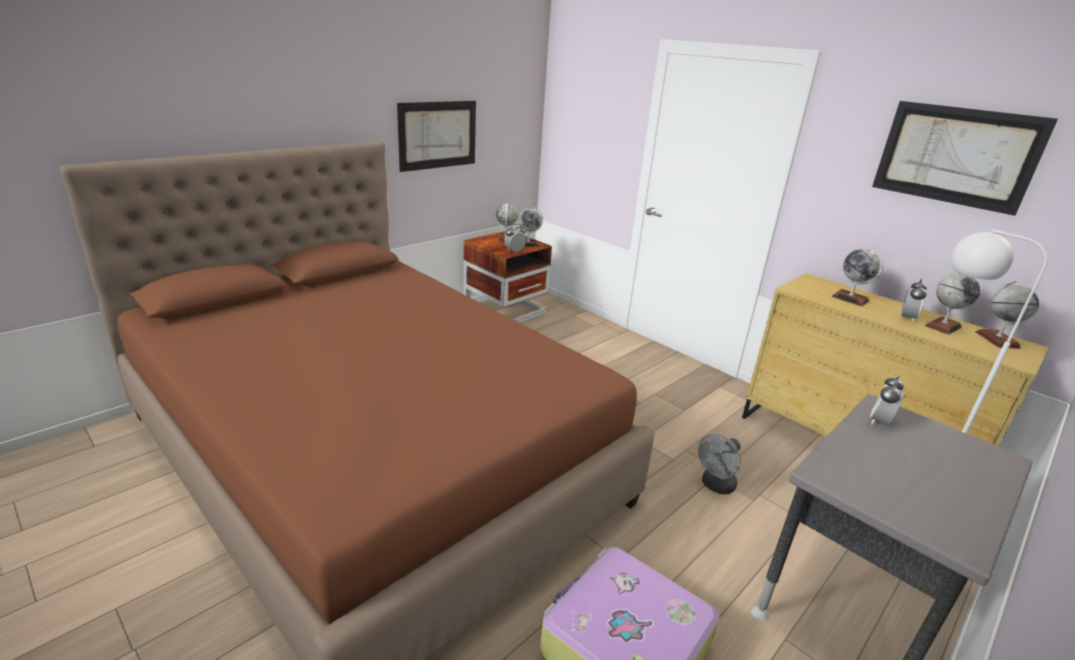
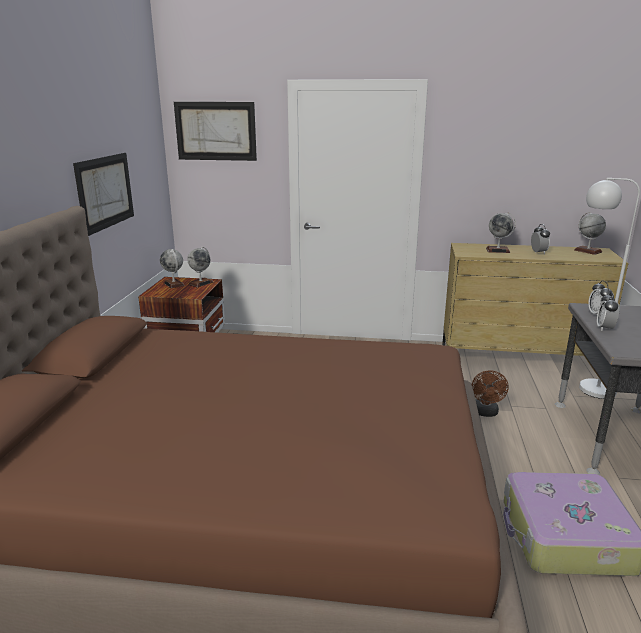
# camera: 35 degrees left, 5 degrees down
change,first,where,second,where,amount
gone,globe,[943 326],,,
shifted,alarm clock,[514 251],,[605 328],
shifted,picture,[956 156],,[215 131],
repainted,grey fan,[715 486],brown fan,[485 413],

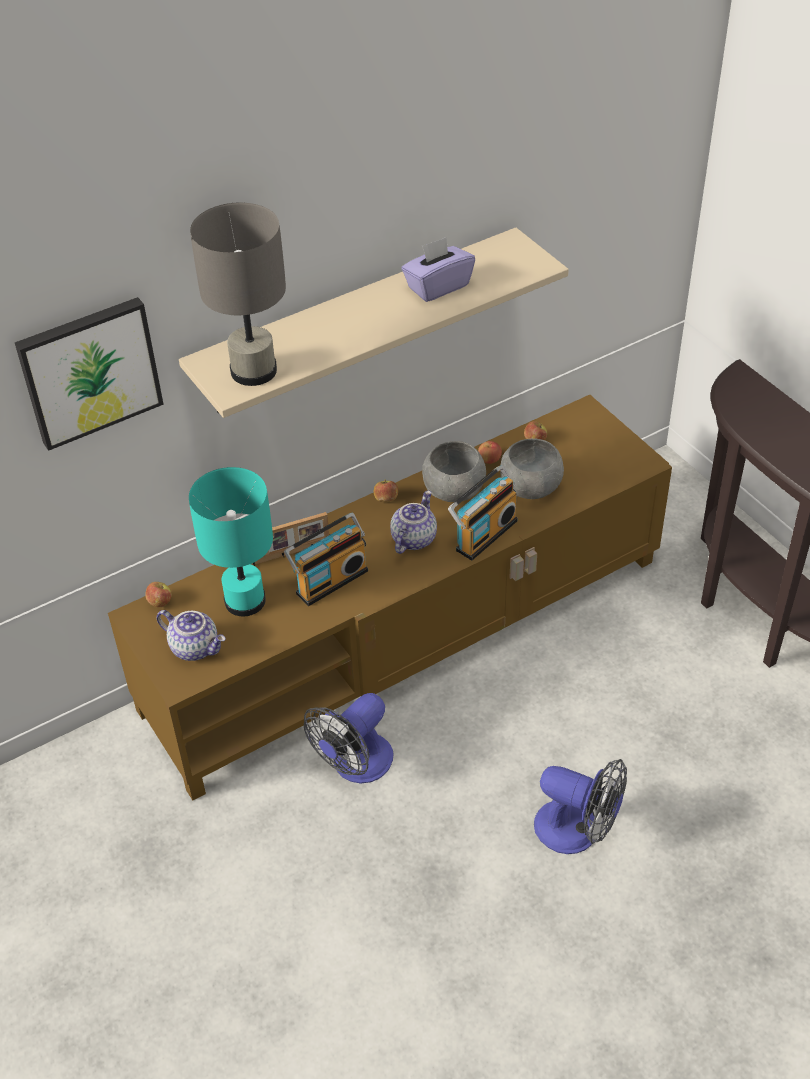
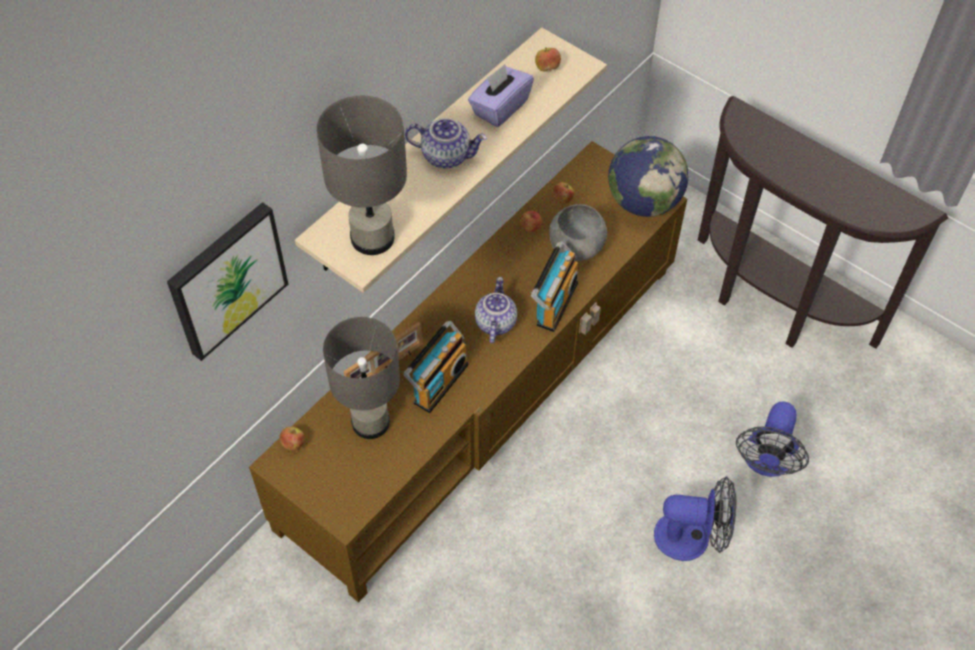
# camera: 20 degrees left, 10 degrees up
change,first,where,second,where,amount
gone,grey bowl,[453 490],,,
new,,,globe,[643 202],
shifted,teapot,[196 647],,[447 155],
shifted,fan,[355 766],,[766 462],
shifted,apple,[386 499],,[547 68],
repainted,turquoise table lamp,[245 600],grey table lamp,[370 421],

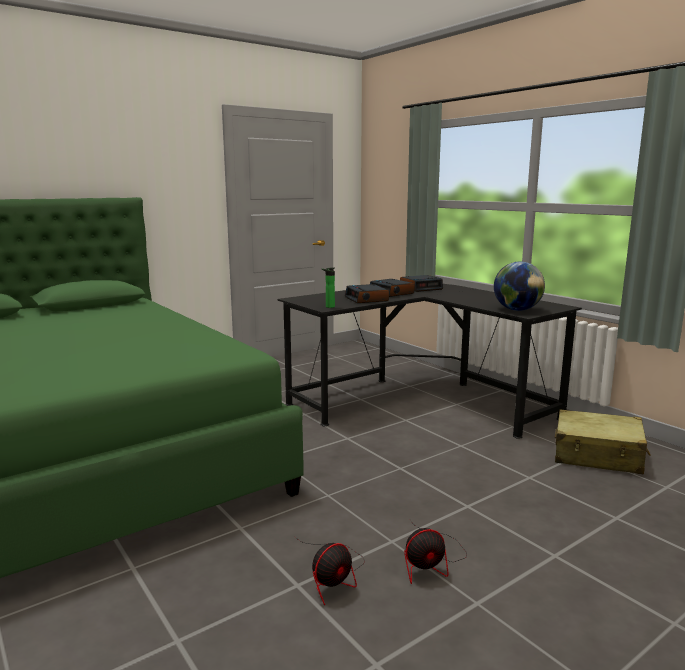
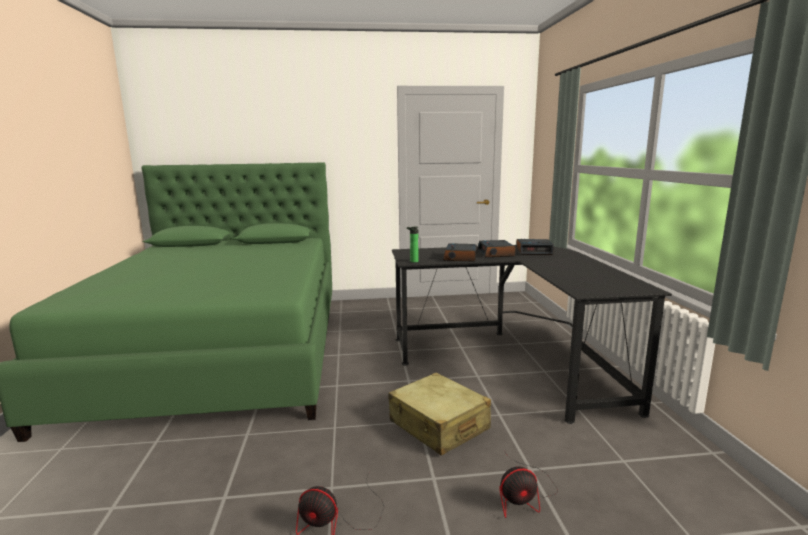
# camera: 30 degrees right, 0 degrees up
change,first,where,second,where,amount
gone,globe,[517 310],,,
shifted,fan,[333 576],,[524 495],
shifted,beige suitcase,[597 455],,[438 425],

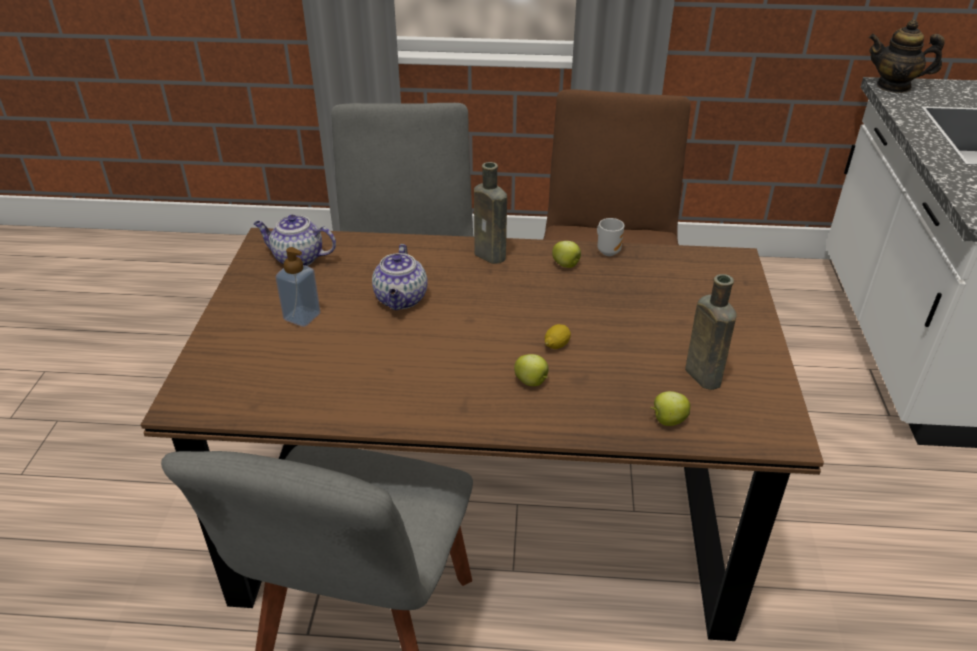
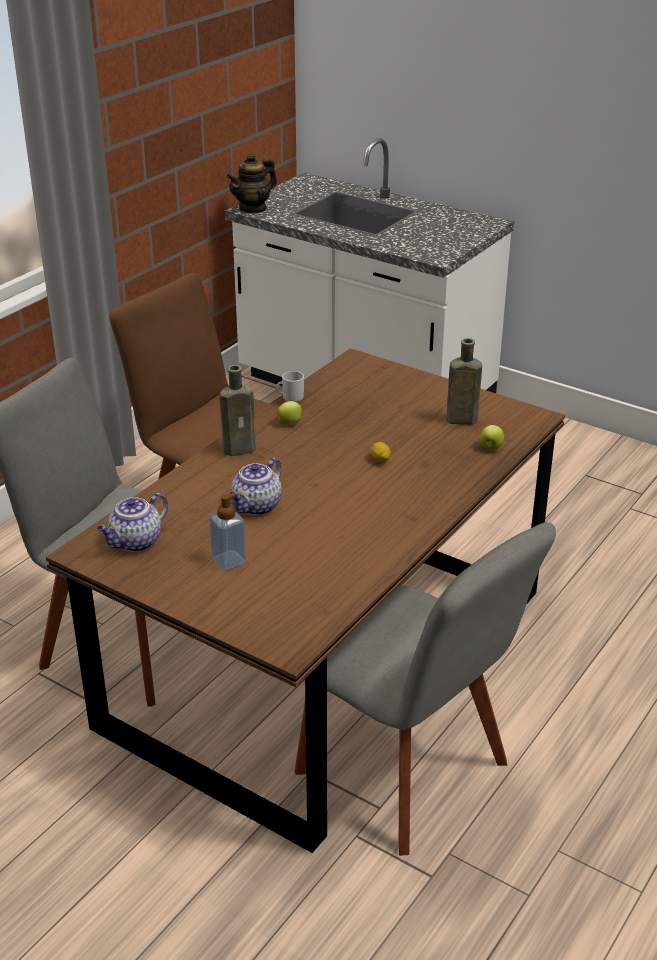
# camera: 60 degrees left, 5 degrees down
change,first,where,second,where,amount
gone,apple,[532 382],,,
rotated,teapot,[401 300],,[256 507],90 degrees clockwise

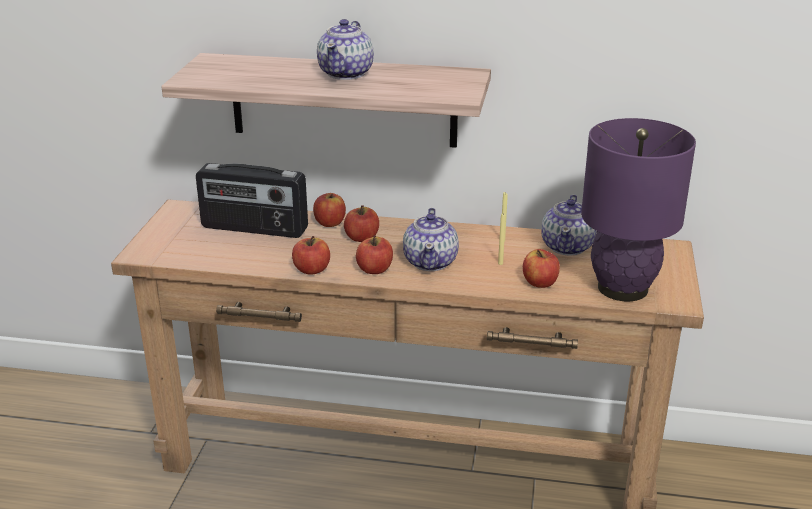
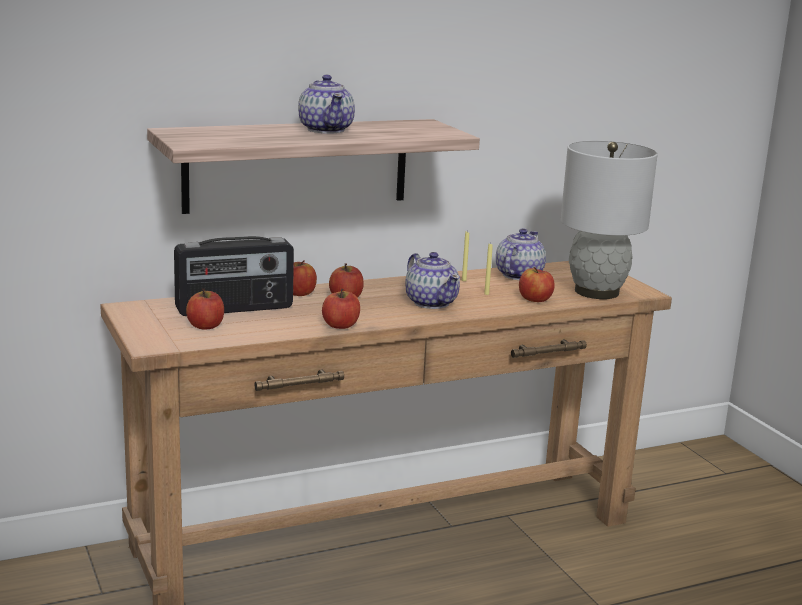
# camera: 35 degrees left, 10 degrees down
change,first,where,second,where,amount
shifted,apple,[375 269],,[205 326],
repainted,purple table lamp,[622 288],white table lamp,[596 292],
rotated,teapot,[567 246],,[518 275],135 degrees counterclockwise

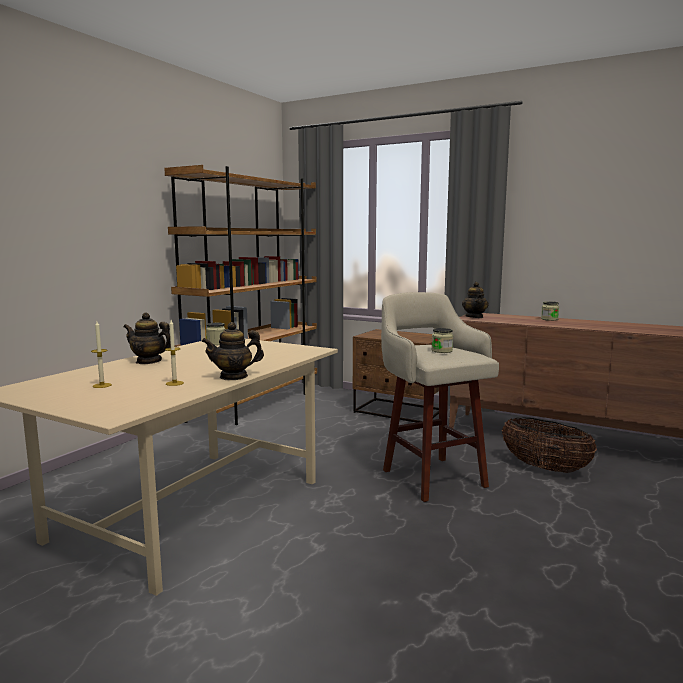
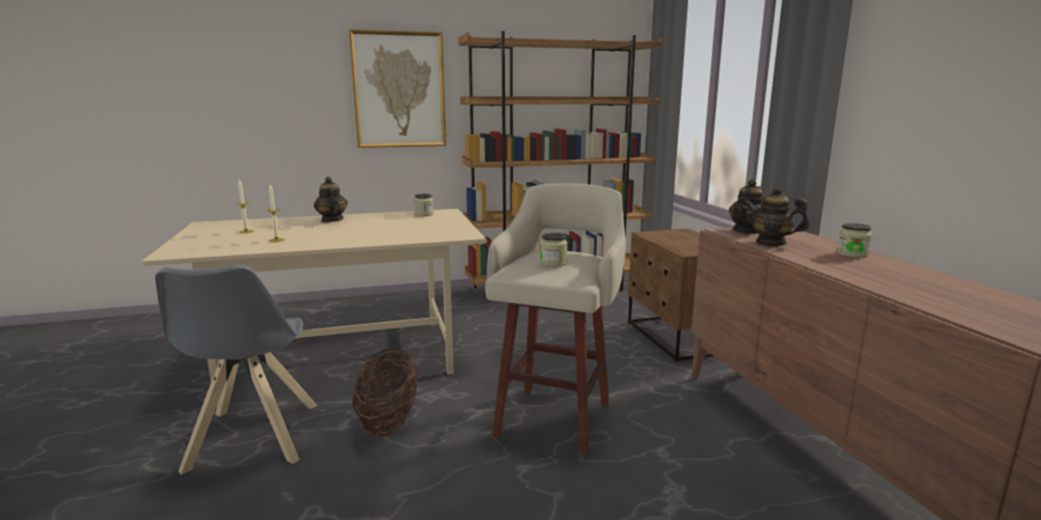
# camera: 45 degrees right, 5 degrees up
change,first,where,second,where,amount
new,,,grey chair,[252 439],
new,,,picture,[399 90],
shifted,teapot,[234 377],,[771 243],
shifted,basket,[545 468],,[389 421],

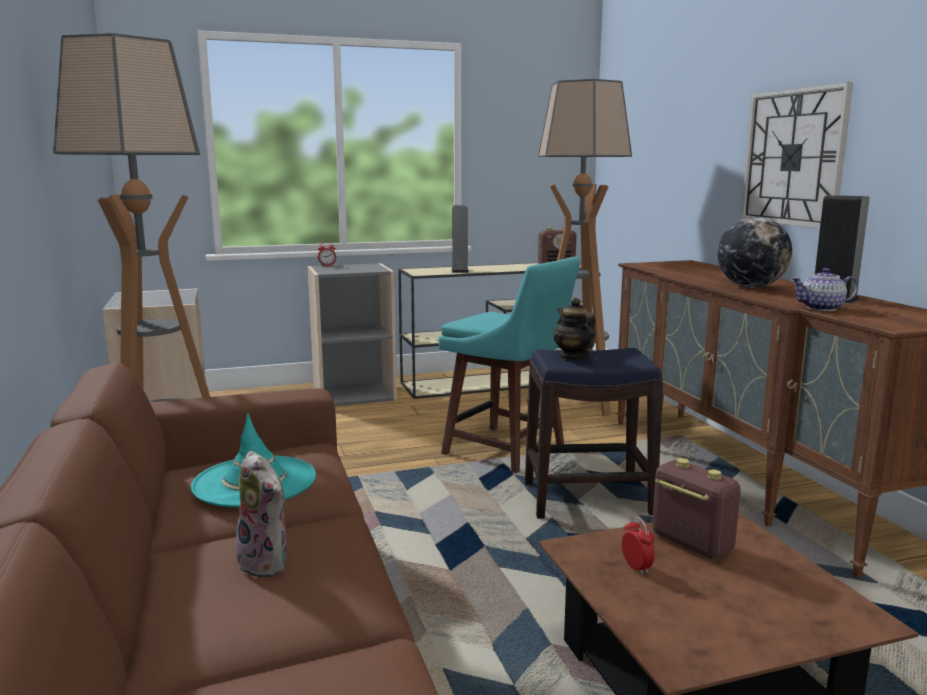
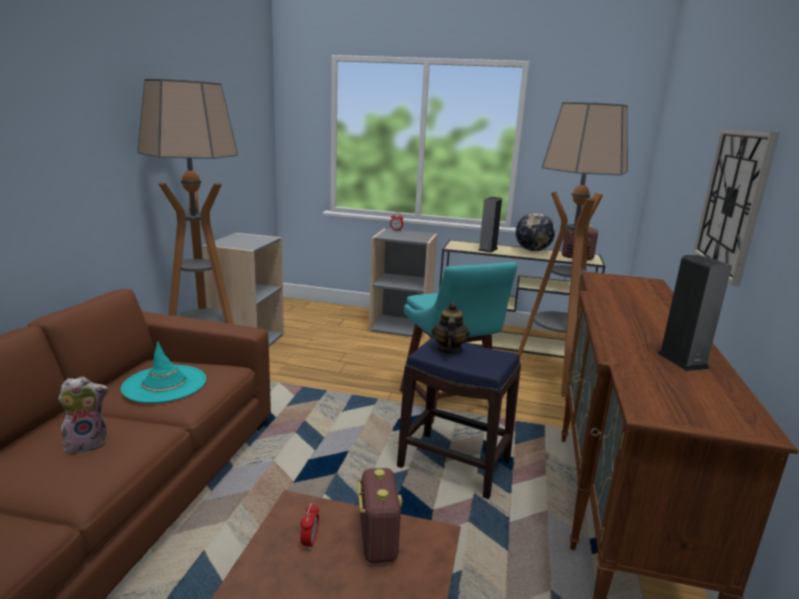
# camera: 30 degrees right, 5 degrees up
change,first,where,second,where,amount
gone,teapot,[822 308],,,
shifted,globe,[750 286],,[532 250],
rotated,plush toy,[267 563],,[88 443],105 degrees counterclockwise

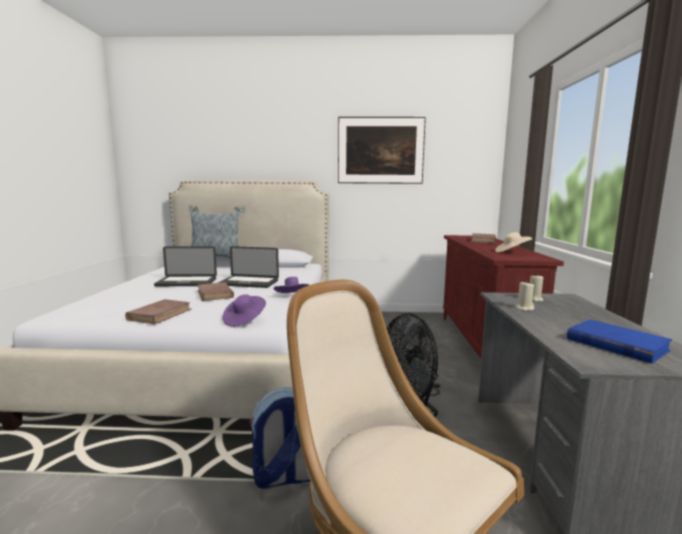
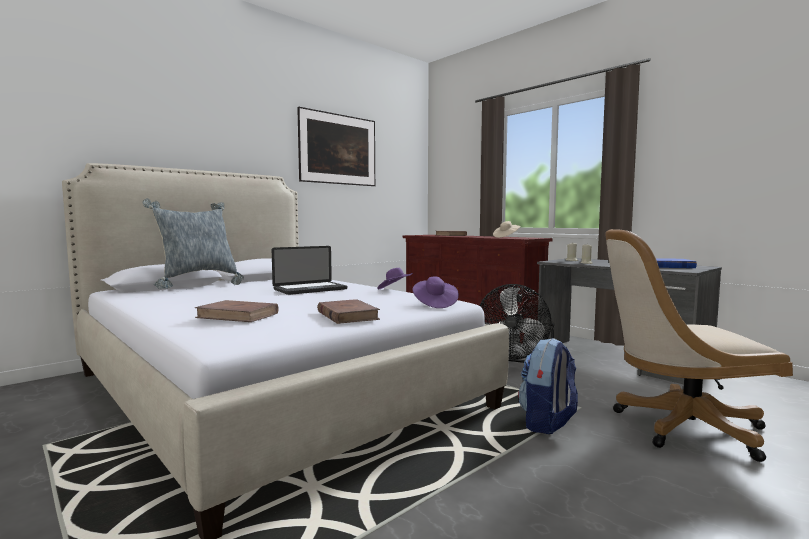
# camera: 45 degrees left, 5 degrees down
change,first,where,second,where,amount
gone,laptop,[186 282],,,
shifted,brown book,[215 294],,[238 315],

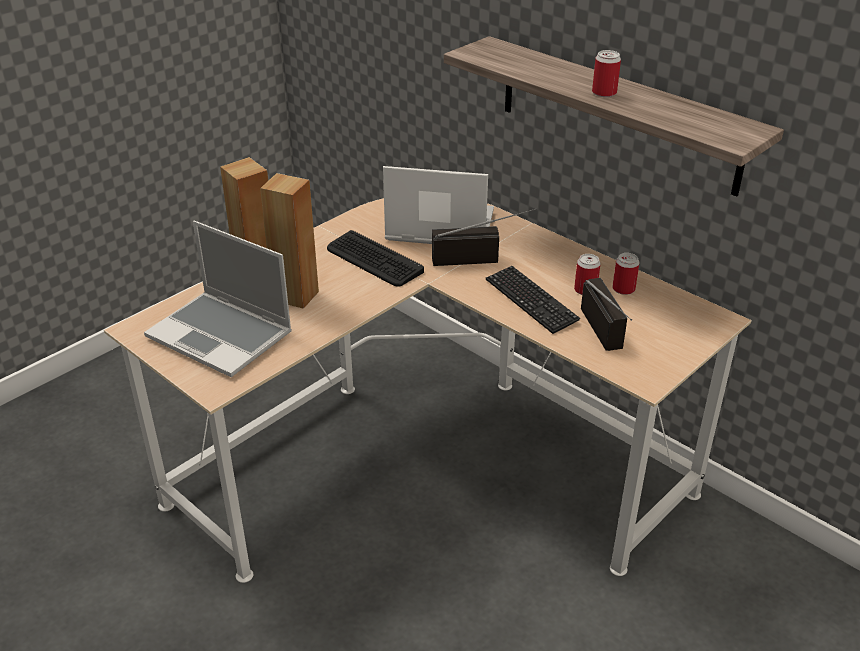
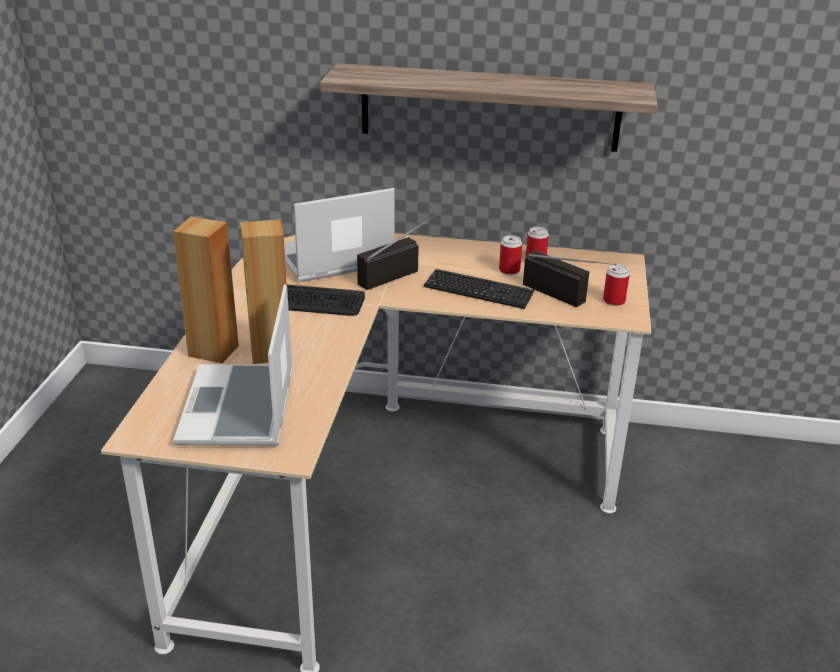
# camera: 35 degrees left, 5 degrees down
change,first,where,second,where,amount
shifted,can,[604 93],,[614 301],
rotated,laptop,[222 335],,[240 409],90 degrees clockwise

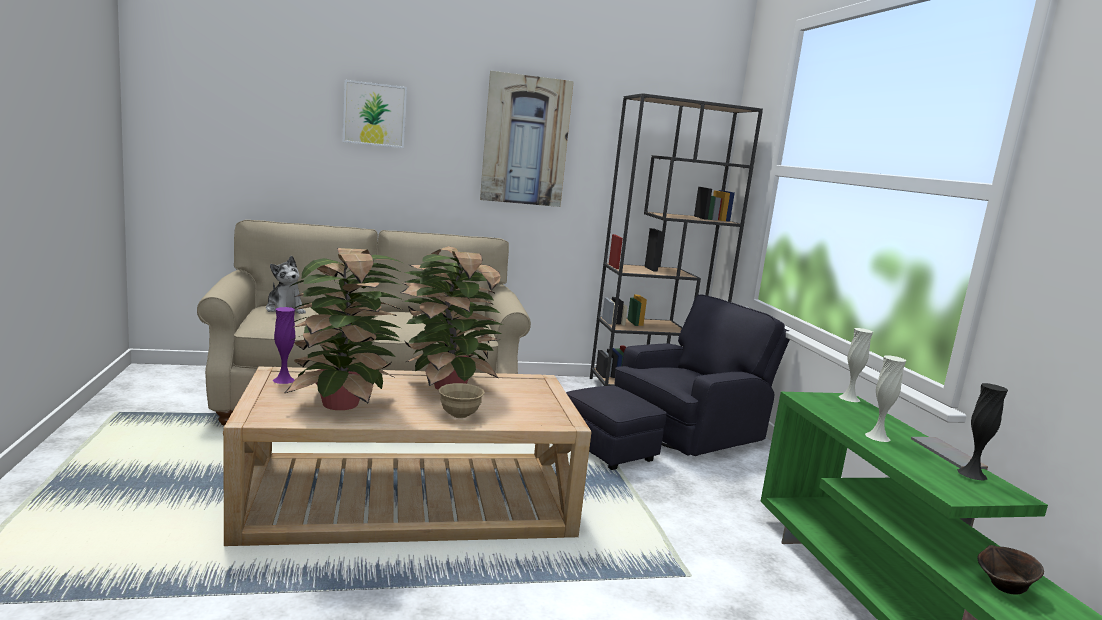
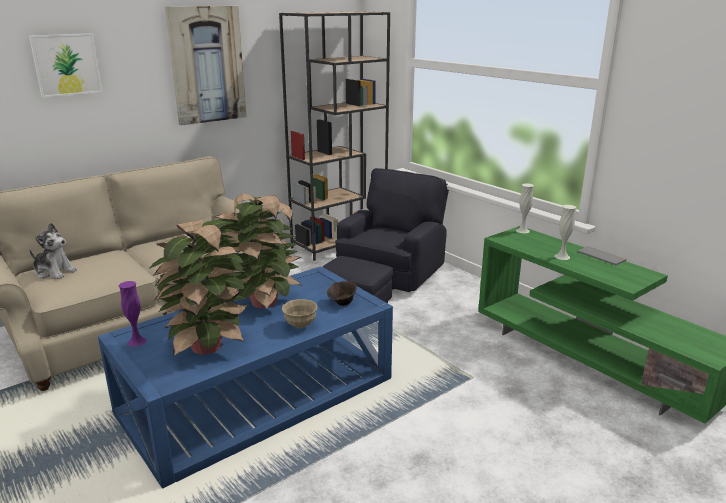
# camera: 25 degrees left, 10 degrees up
change,first,where,second,where,amount
gone,black vase,[972 474],,,
shifted,brown bowl,[1004 588],,[342 303],
repainted,beige coffee table,[409 498],blue coffee table,[257 394],

